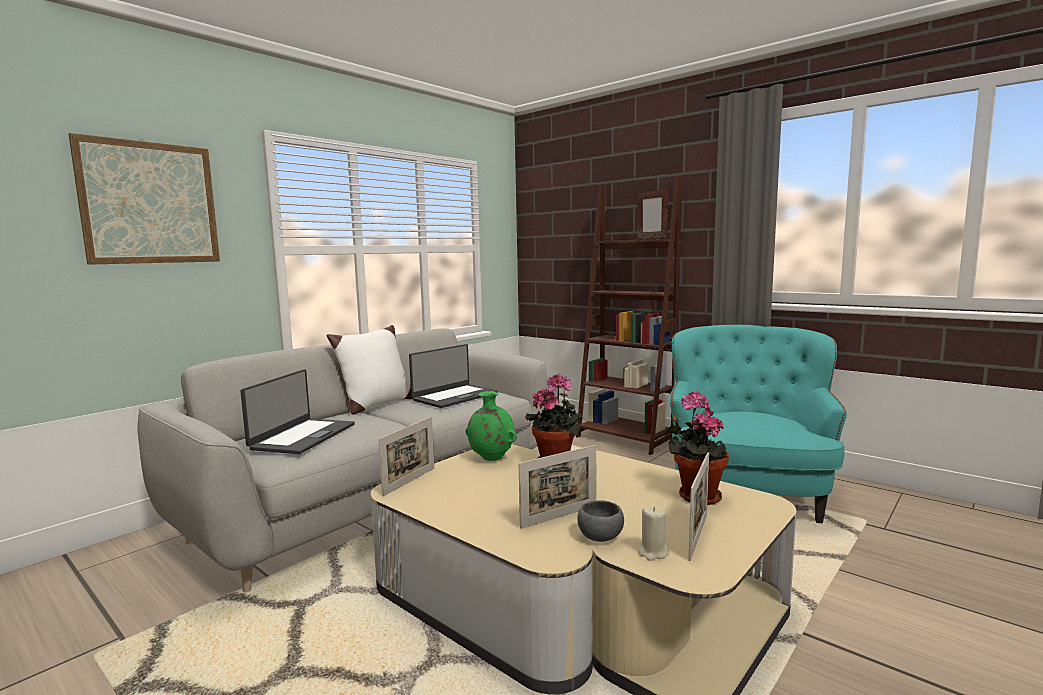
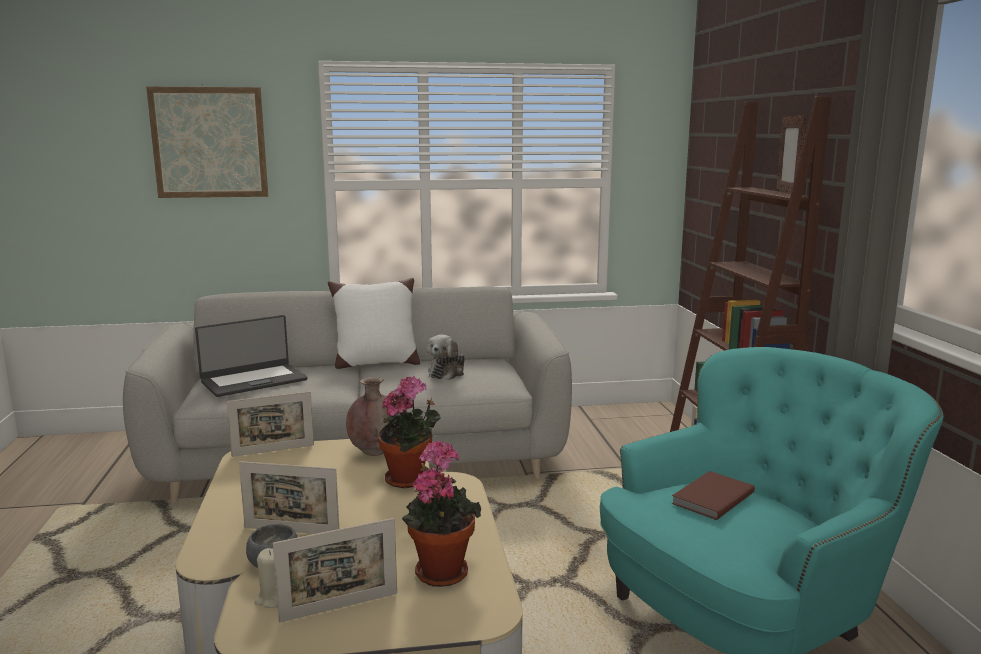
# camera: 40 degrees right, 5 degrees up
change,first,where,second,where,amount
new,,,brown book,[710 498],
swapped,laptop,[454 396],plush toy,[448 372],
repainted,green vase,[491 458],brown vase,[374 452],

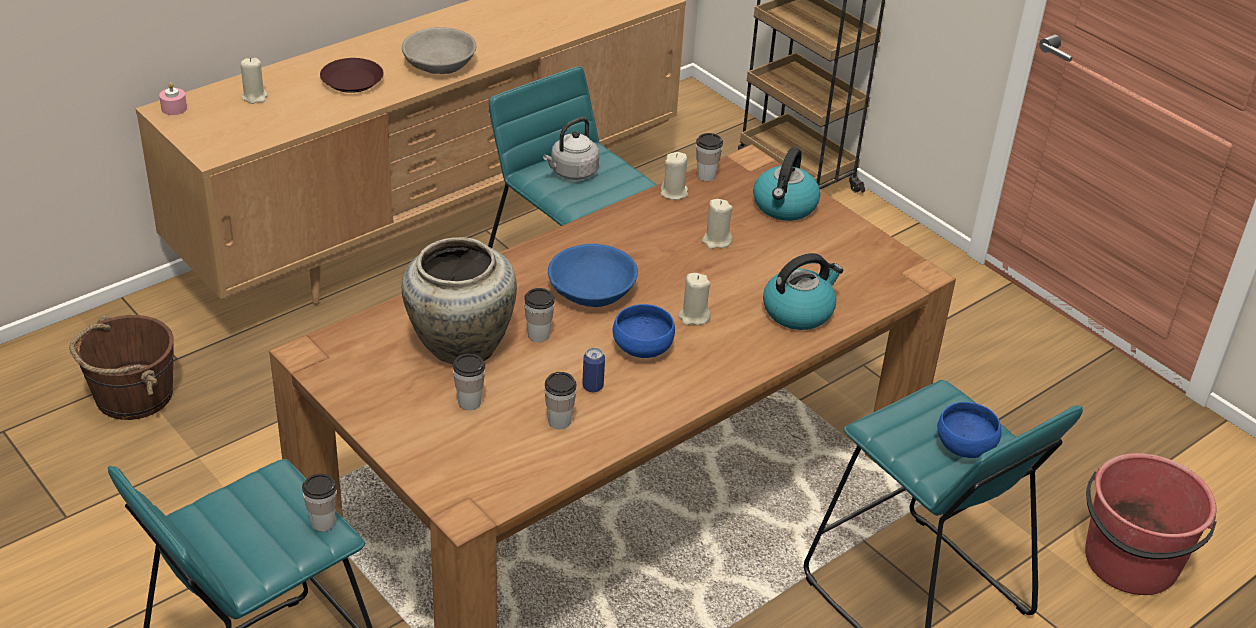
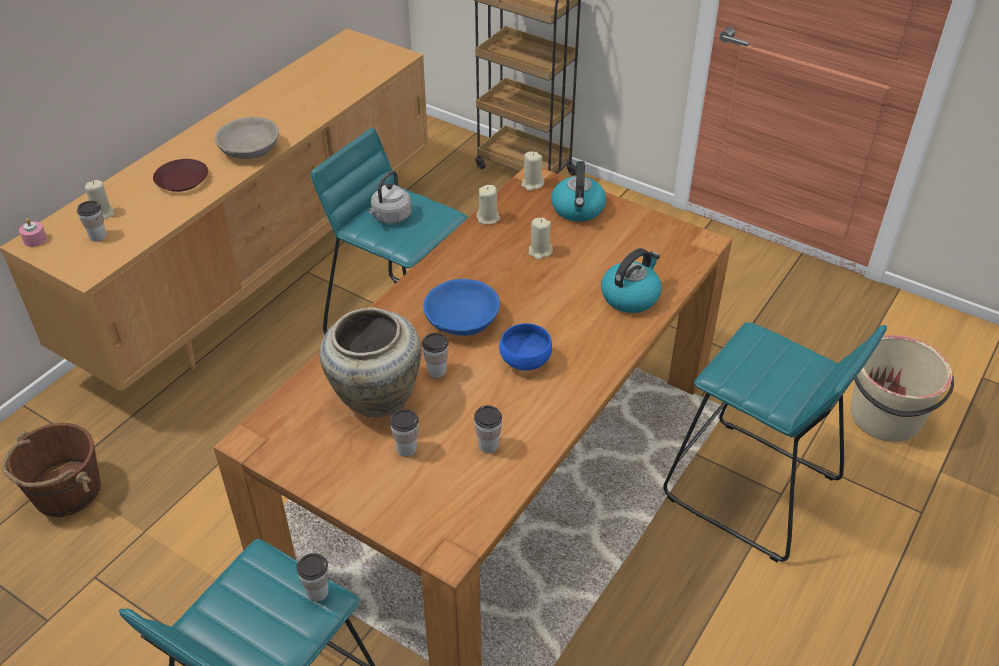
# camera: 15 degrees left, 5 degrees up
change,first,where,second,where,amount
gone,can,[592 386],,,
gone,blue bowl,[964 446],,,
shifted,beige candle,[693 317],,[532 184],
shifted,cup,[706 176],,[98 236],
repainted,red bucket,[1130 563],beige bucket,[885 417],

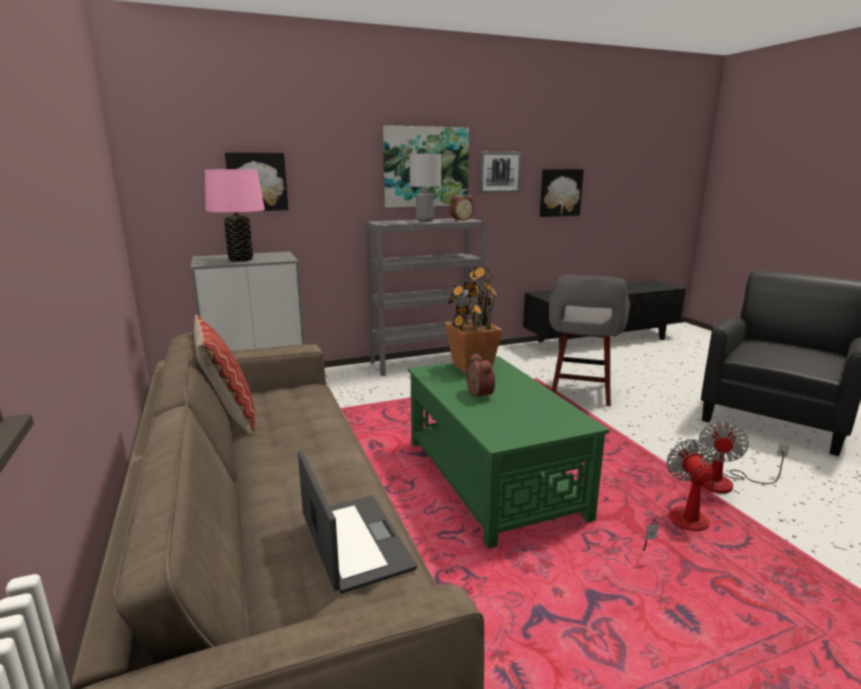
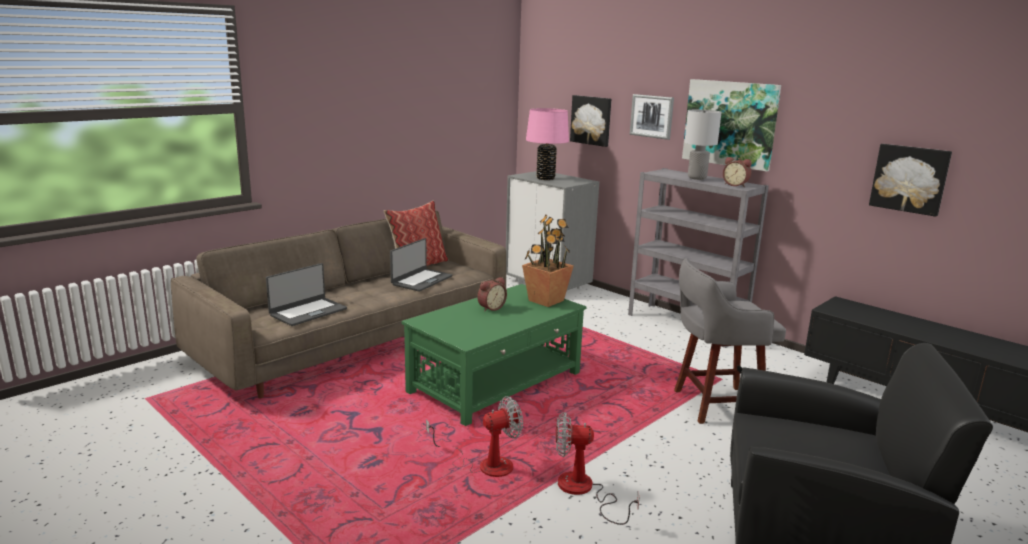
# camera: 65 degrees right, 0 degrees up
change,first,where,second,where,amount
new,,,laptop,[421 280],
shifted,picture,[499 172],,[652 116],

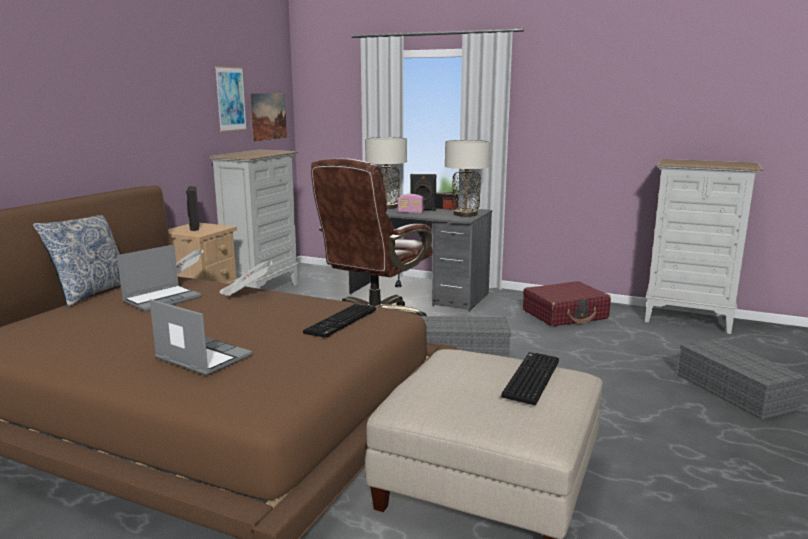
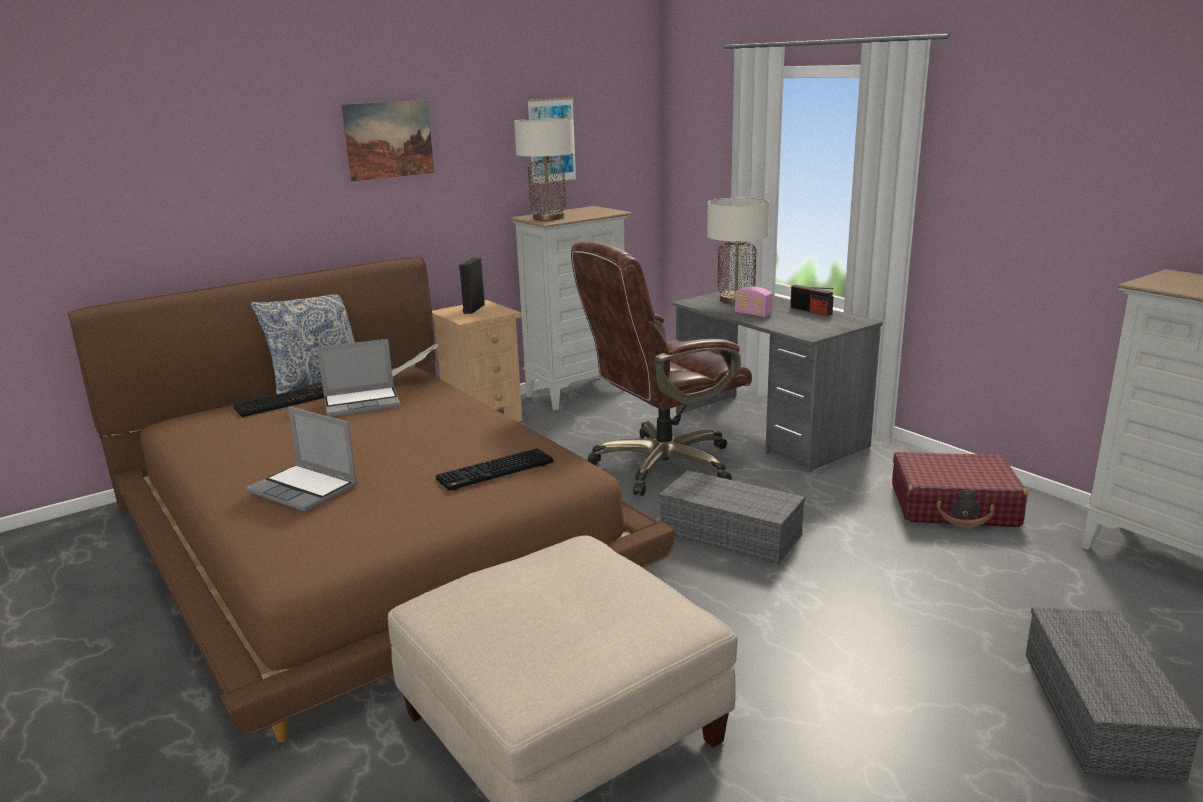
# camera: 30 degrees right, 5 degrees up
change,first,where,second,where,amount
gone,newspaper,[246 292],,,
gone,black speaker,[423 210],,,
shifted,picture,[268 116],,[389 140],
shifted,table lamp,[465 214],,[548 218],
shifted,keyboard,[530 378],,[285 401],
rotated,laptop,[202 358],,[305 489],150 degrees clockwise

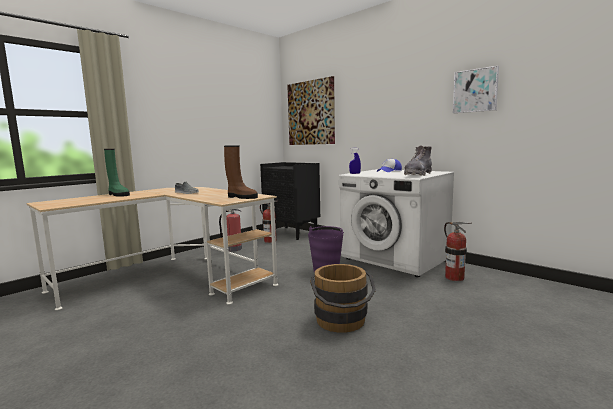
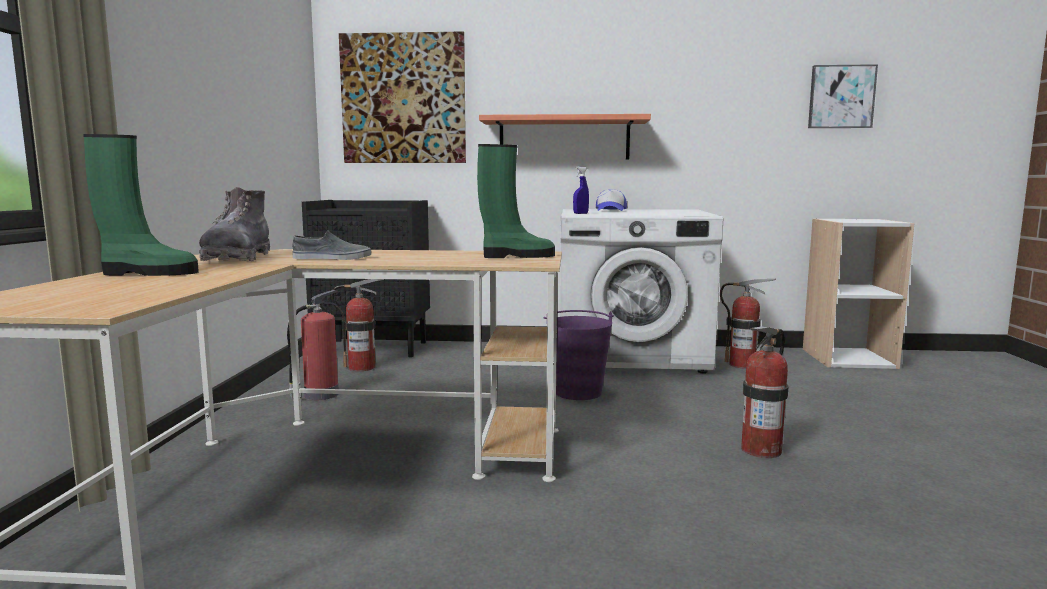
# camera: 40 degrees left, 0 degrees up
change,first,where,second,where,amount
new,,,shelf,[564 139],
new,,,bookcase,[849 358],
shifted,grey boot,[418 174],,[237 259],
shifted,picture,[475 90],,[841 97],
swapped,brown bucket,[342 322],fire extinguisher,[761 450],
repainted,brown boot,[241 197],green boot,[516 256],

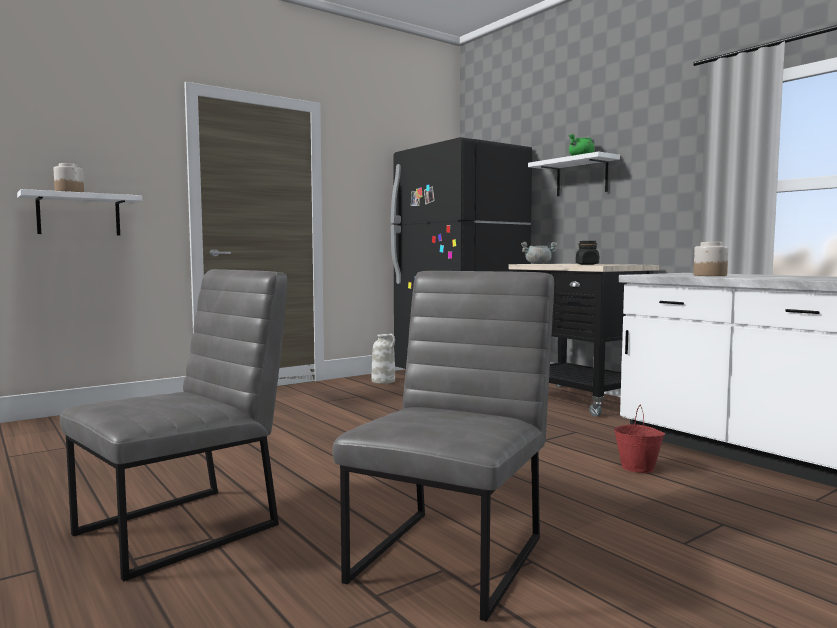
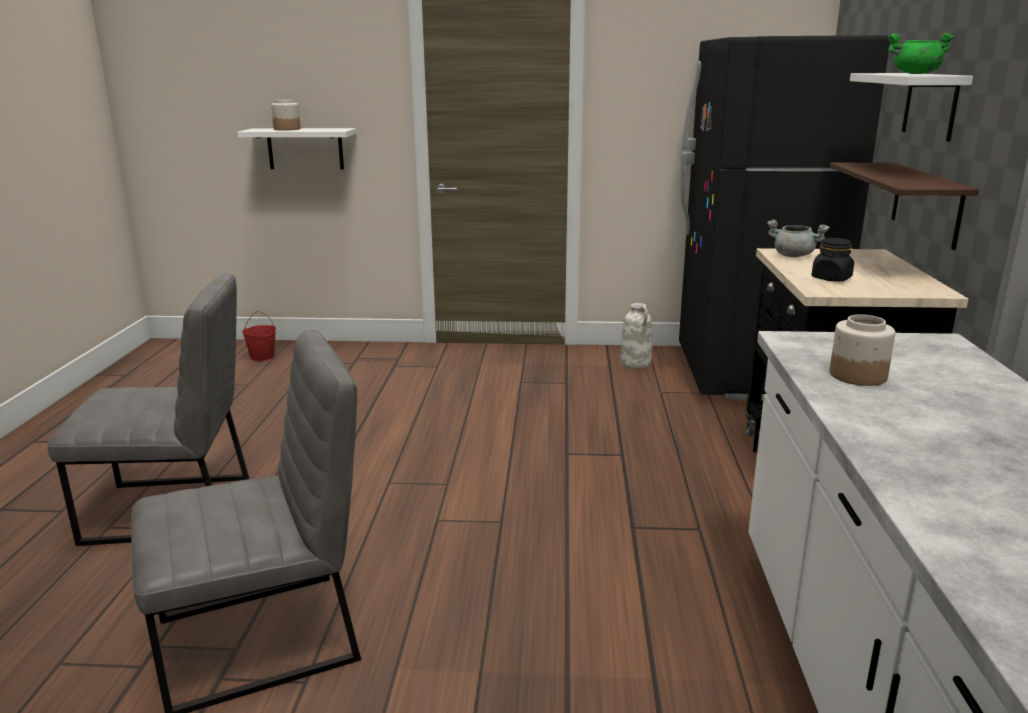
# camera: 40 degrees right, 15 degrees up
change,first,where,second,where,amount
new,,,shelf,[926 204],
shifted,red bucket,[638 468],,[262 357],

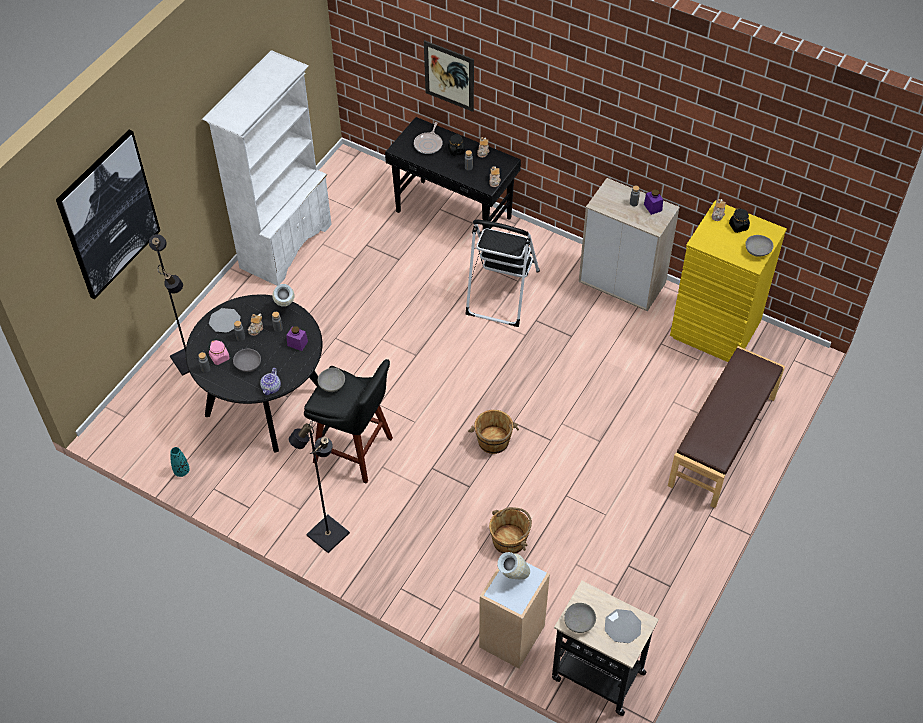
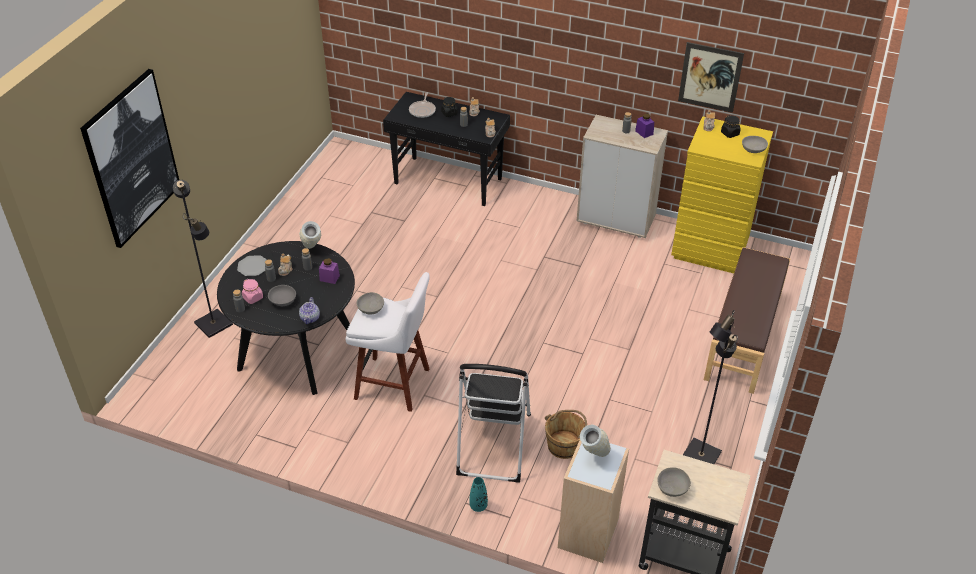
# camera: 10 degrees left, 10 degrees down
change,first,where,second,where,amount
gone,white bookcase,[285 245],,,
gone,brown bucket,[493 441],,,
gone,plate,[622 626],,,
shifted,turquoise vase,[181 471],,[478 506],
shifted,black floor lamp,[328 534],,[701 456],
shifted,picture,[449 76],,[710 77],
shifted,step ladder,[501 294],,[492 446],
repainted,black stool,[355 451],white stool,[394 384],

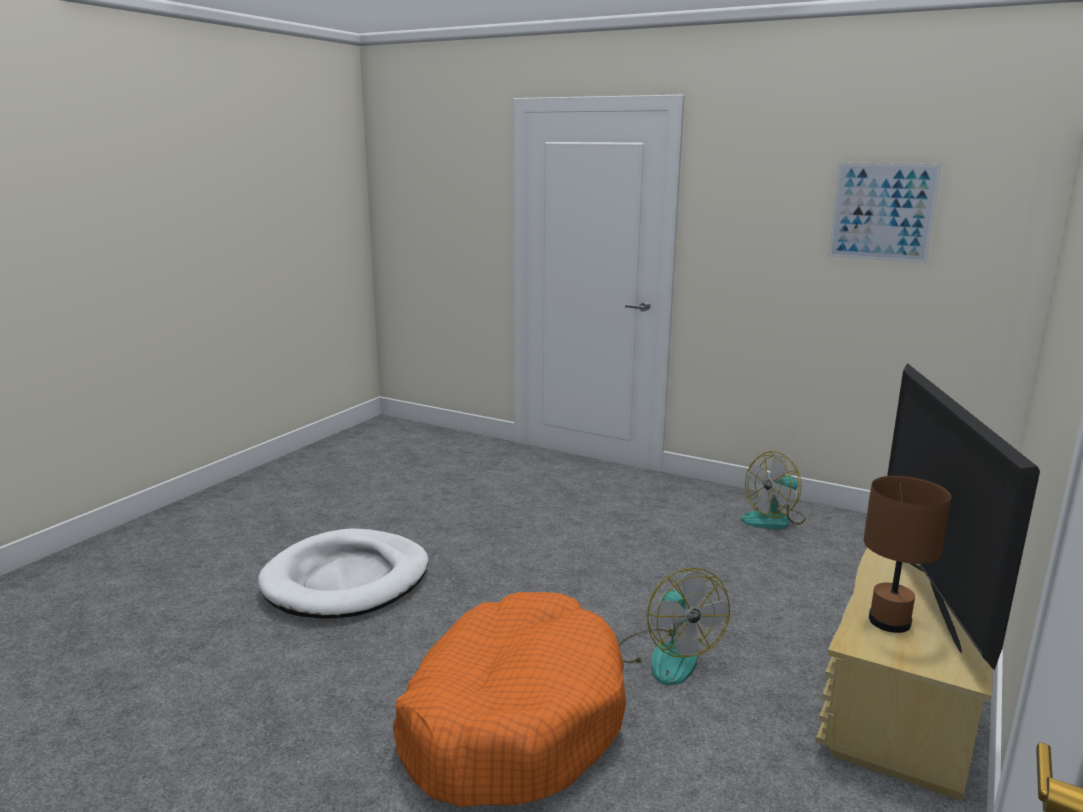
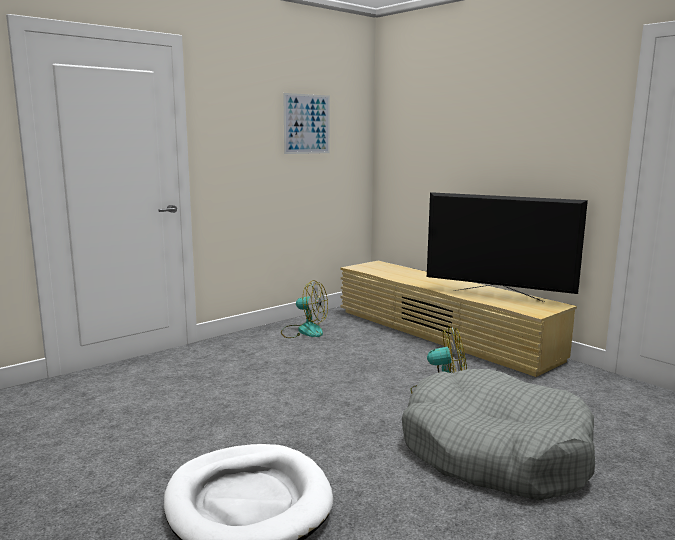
# camera: 70 degrees left, 5 degrees down
change,first,where,second,where,amount
gone,brown table lamp,[890 622],,,
repainted,orange dog bed,[512 719],grey dog bed,[494 452],
rotated,fan,[774 519],,[304 331],60 degrees counterclockwise

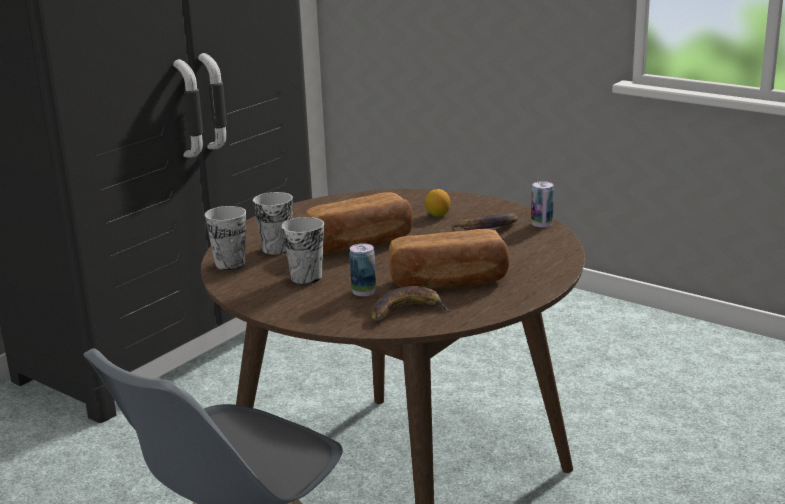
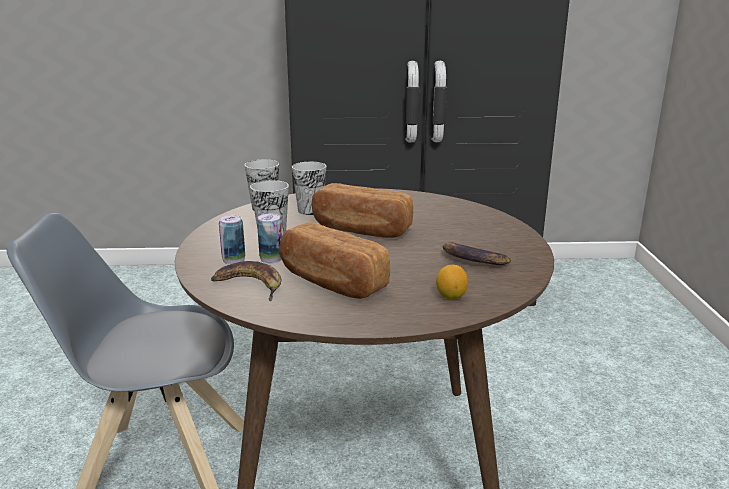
# camera: 50 degrees right, 0 degrees up
change,first,where,second,where,amount
shifted,lemon,[437 215],,[451 296],
shifted,can,[542 223],,[233 260],

